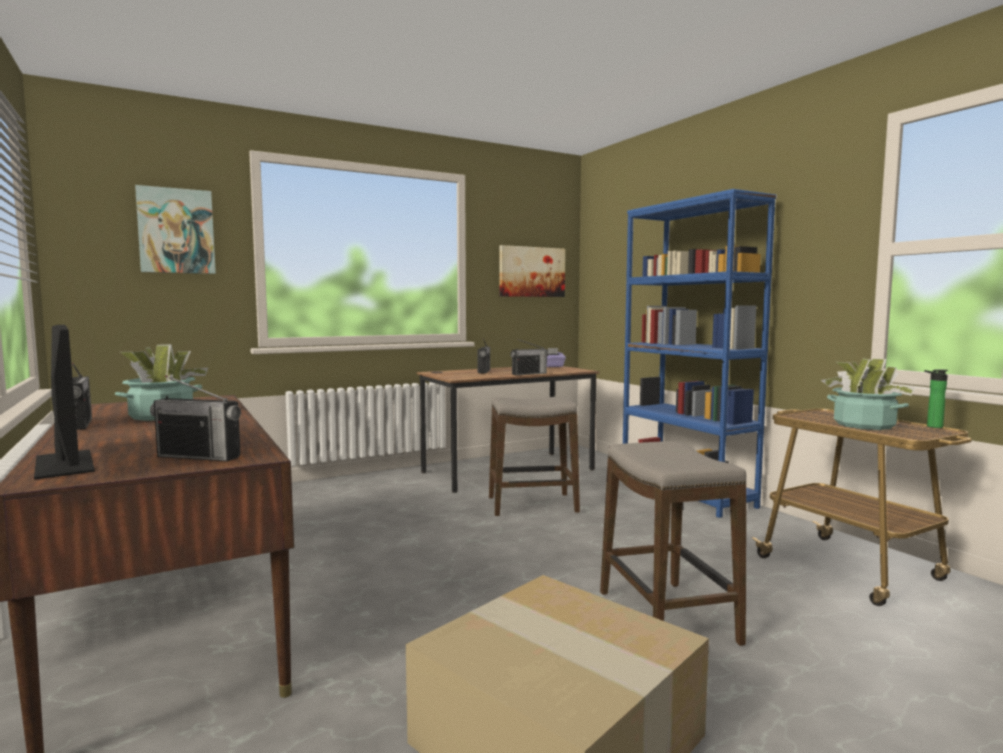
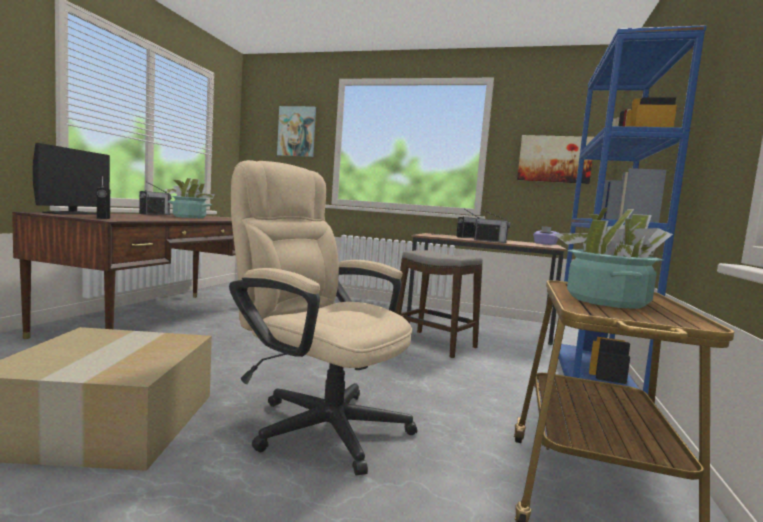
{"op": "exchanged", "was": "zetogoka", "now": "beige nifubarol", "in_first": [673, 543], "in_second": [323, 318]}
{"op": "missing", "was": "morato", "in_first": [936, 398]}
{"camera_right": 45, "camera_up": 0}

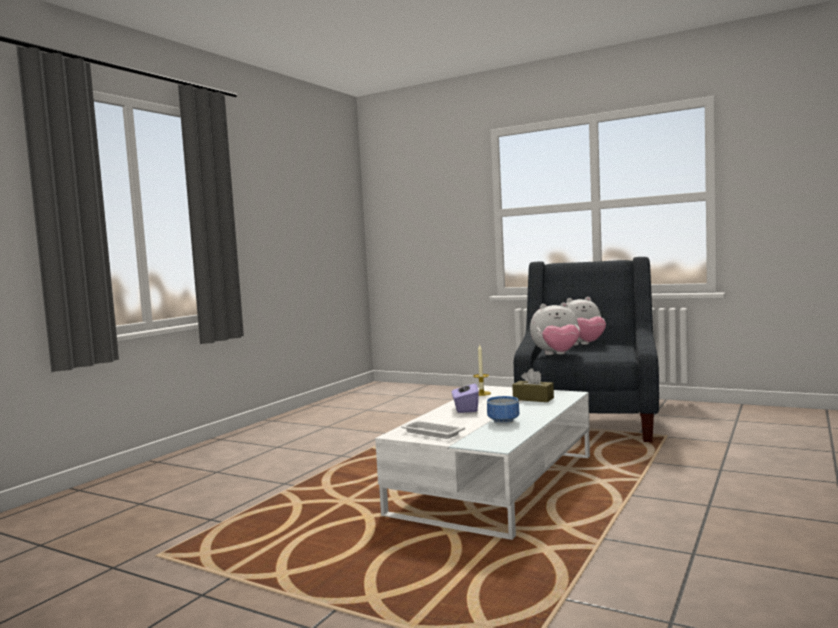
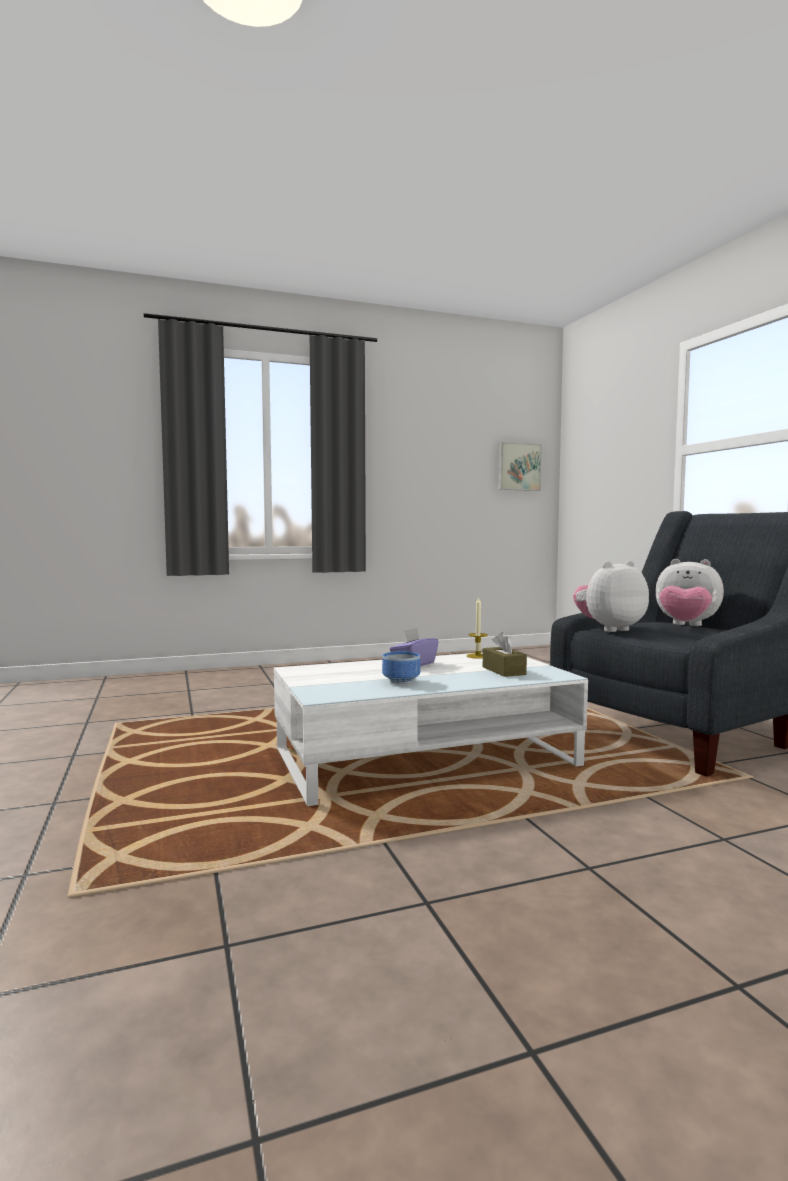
{"op": "appeared", "now": "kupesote", "in_second": [520, 466]}
{"op": "spun", "was": "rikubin", "in_first": [555, 329], "in_second": [611, 596], "clockwise": 120}
{"op": "missing", "was": "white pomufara", "in_first": [433, 430]}
{"camera_right": 40, "camera_up": 0}

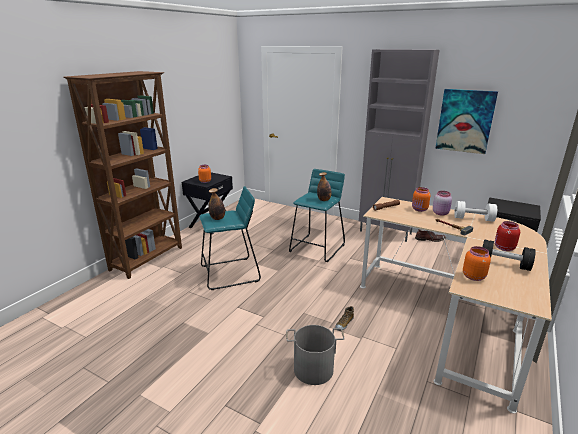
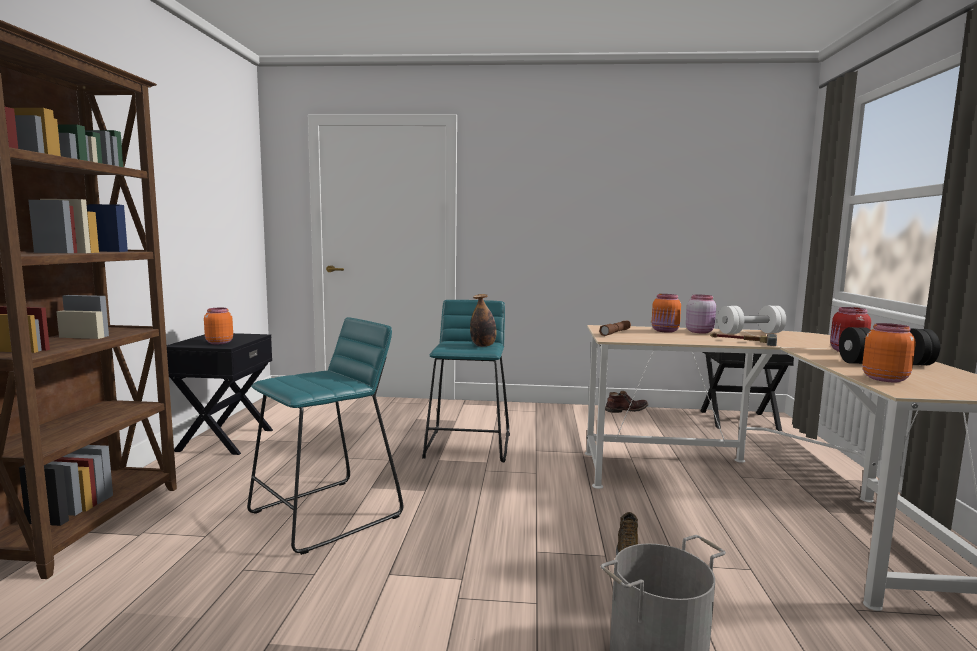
{"op": "missing", "was": "morato", "in_first": [216, 204]}
{"op": "missing", "was": "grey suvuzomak", "in_first": [399, 145]}
{"op": "missing", "was": "kupesote", "in_first": [466, 121]}
{"camera_right": -25, "camera_up": -15}

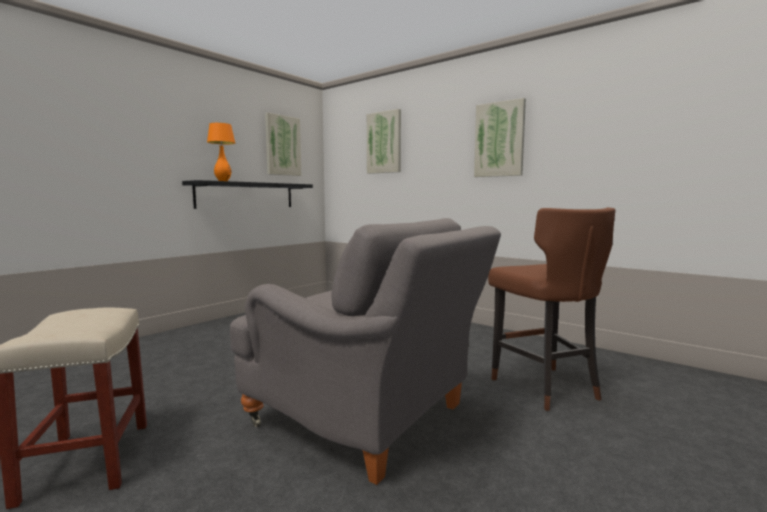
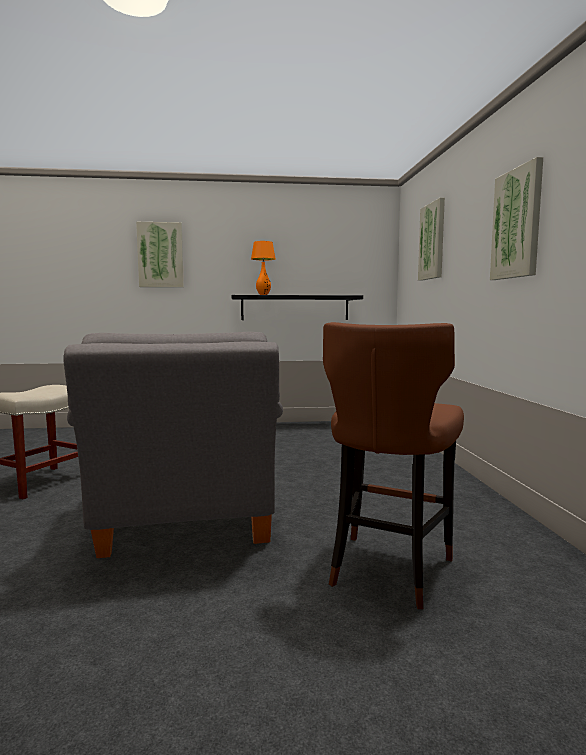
{"op": "relocated", "was": "kupesote", "in_first": [283, 144], "in_second": [160, 254]}
{"camera_right": 45, "camera_up": 0}

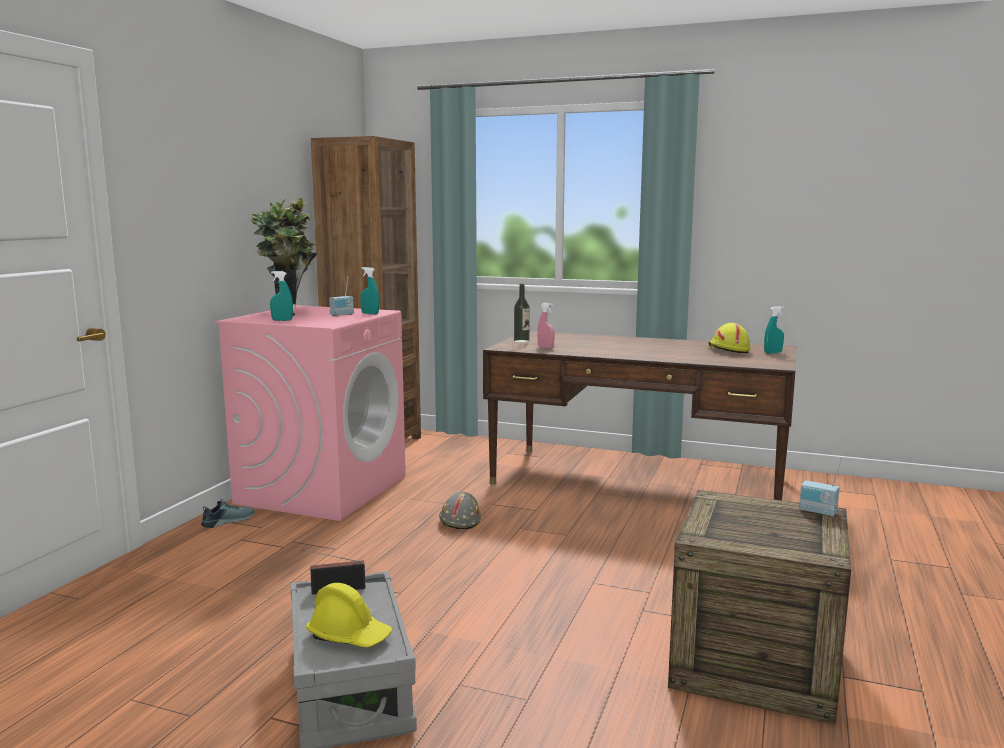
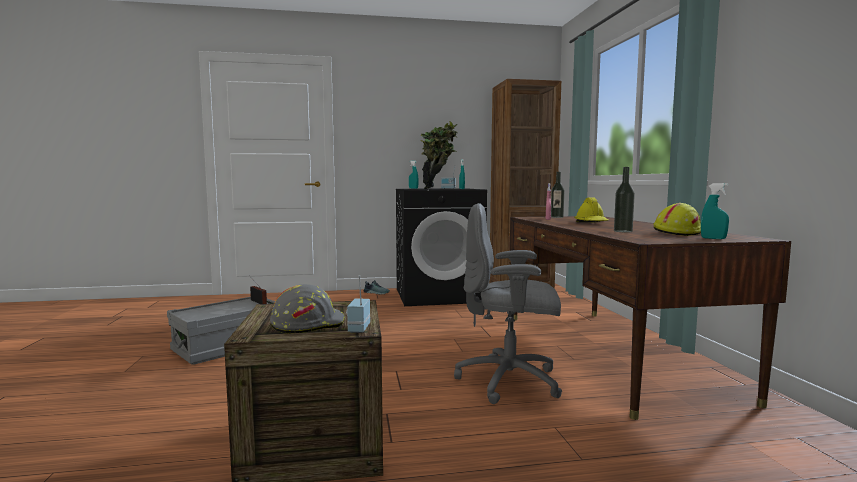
{"op": "relocated", "was": "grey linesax", "in_first": [460, 510], "in_second": [307, 309]}
{"op": "colour", "was": "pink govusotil", "now": "black govusotil", "in_first": [310, 413], "in_second": [441, 247]}
{"op": "appeared", "now": "grey nifubarol", "in_second": [508, 303]}
{"op": "relocated", "was": "yellow linesax", "in_first": [349, 615], "in_second": [591, 209]}
{"op": "appeared", "now": "morato", "in_second": [624, 199]}
{"camera_right": 60, "camera_up": -5}

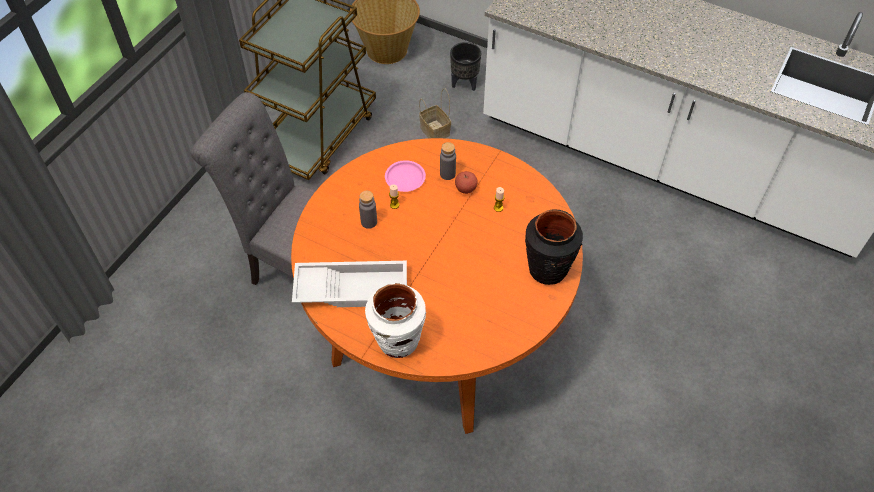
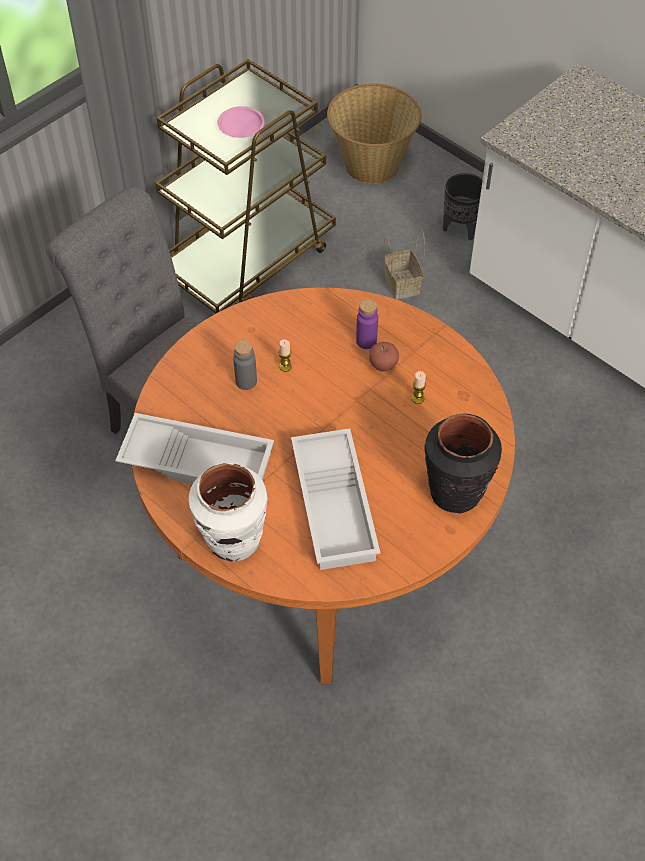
{"op": "relocated", "was": "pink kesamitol", "in_first": [405, 176], "in_second": [241, 122]}
{"op": "appeared", "now": "white pomufara", "in_second": [335, 499]}
{"op": "colour", "was": "grey morato", "now": "purple morato", "in_first": [448, 161], "in_second": [367, 324]}
{"camera_right": 15, "camera_up": 0}

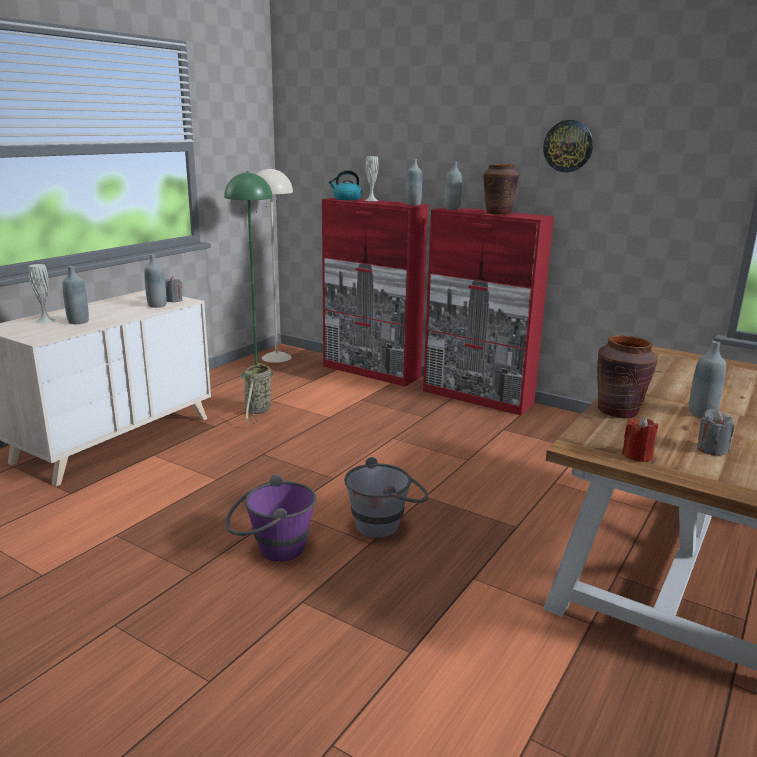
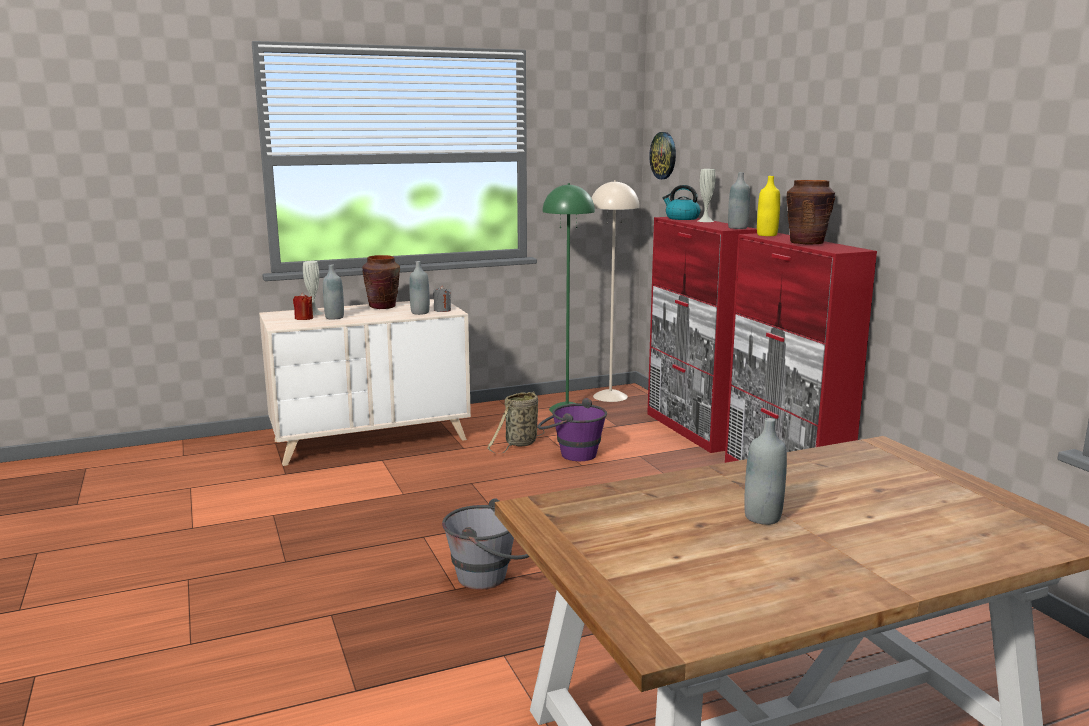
{"op": "relocated", "was": "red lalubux", "in_first": [640, 439], "in_second": [303, 306]}
{"op": "relocated", "was": "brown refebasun", "in_first": [627, 376], "in_second": [381, 282]}
{"op": "relocated", "was": "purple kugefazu", "in_first": [270, 518], "in_second": [572, 429]}
{"op": "relocated", "was": "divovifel", "in_first": [568, 146], "in_second": [662, 155]}
{"op": "colour", "was": "grey morato", "now": "yellow morato", "in_first": [453, 185], "in_second": [768, 206]}
{"op": "missing", "was": "grey lalubux", "in_first": [716, 432]}
{"camera_right": 35, "camera_up": -5}

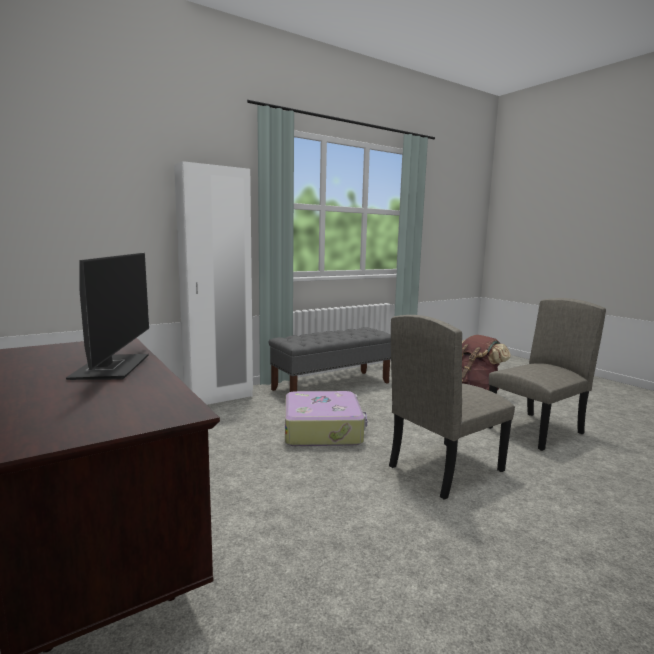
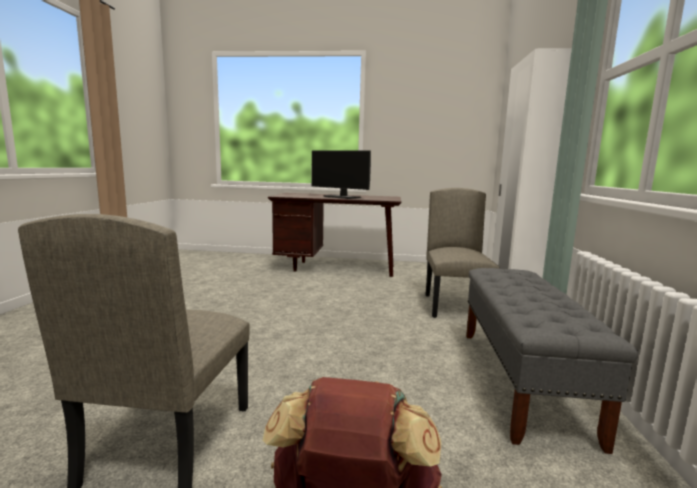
{"op": "relocated", "was": "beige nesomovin", "in_first": [452, 407], "in_second": [462, 253]}
{"op": "missing", "was": "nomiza", "in_first": [326, 418]}
{"camera_right": 130, "camera_up": 0}

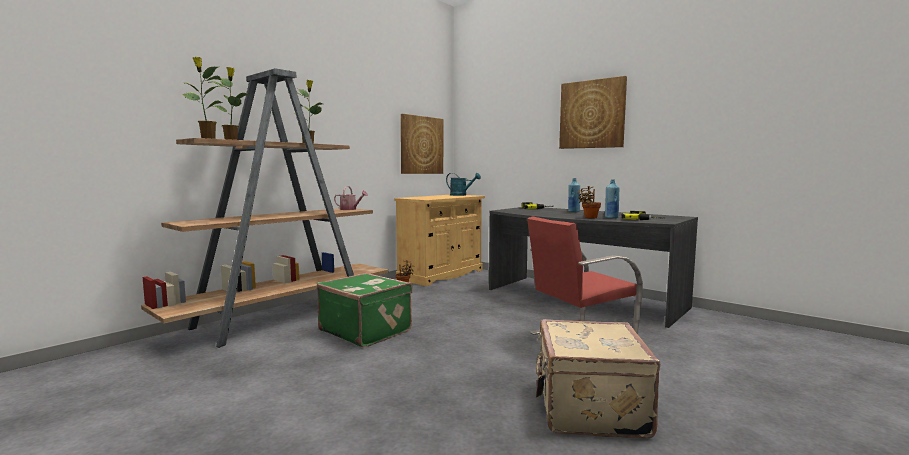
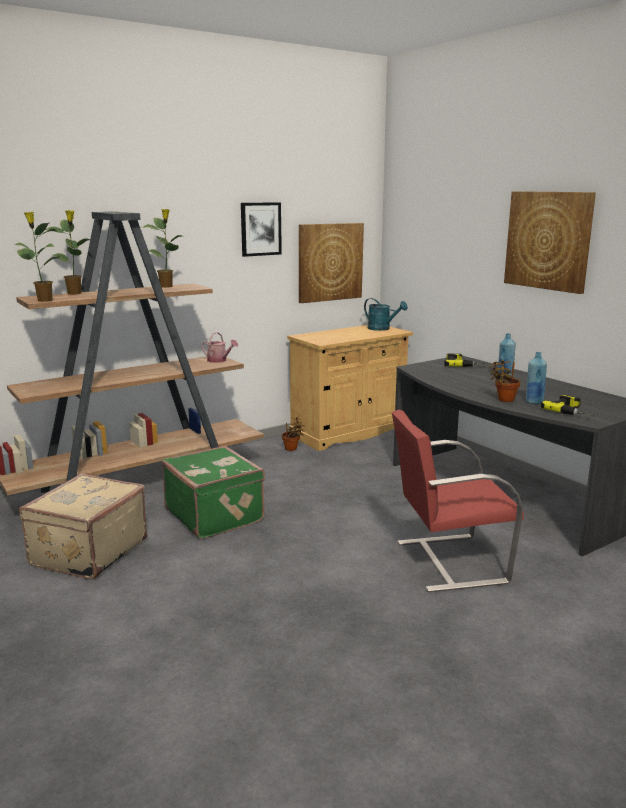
{"op": "relocated", "was": "beige nomiza", "in_first": [598, 379], "in_second": [83, 526]}
{"op": "appeared", "now": "kupesote", "in_second": [261, 229]}
{"camera_right": 15, "camera_up": 10}

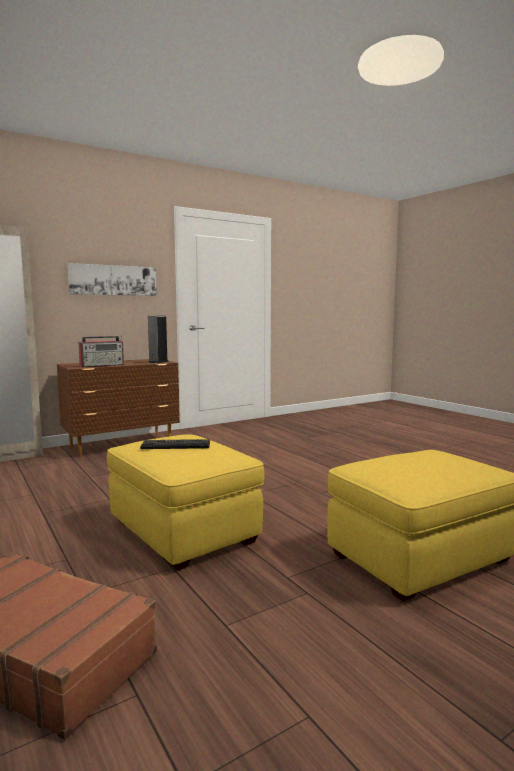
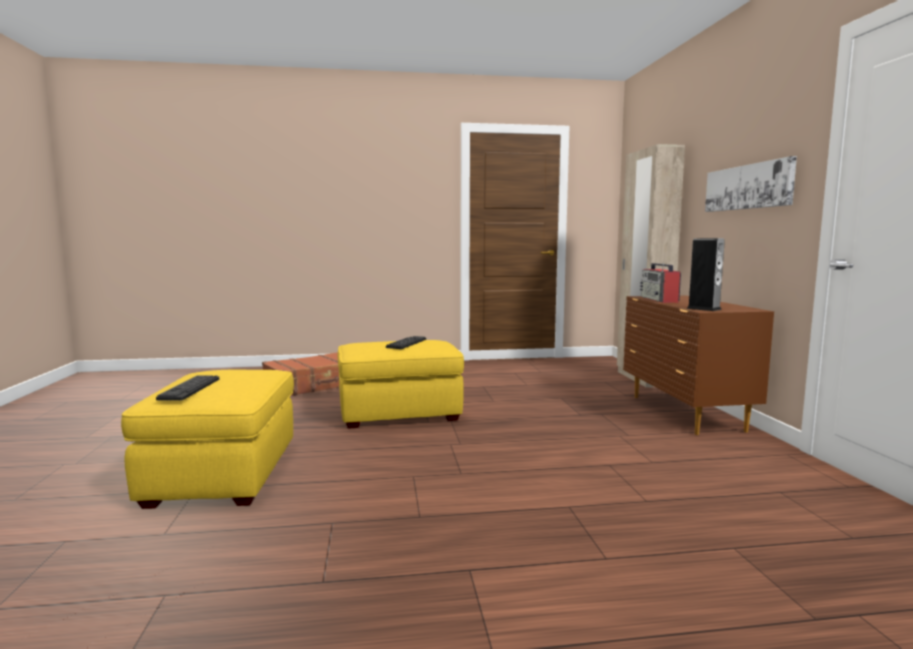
{"op": "appeared", "now": "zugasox", "in_second": [187, 387]}
{"camera_right": 115, "camera_up": 0}

